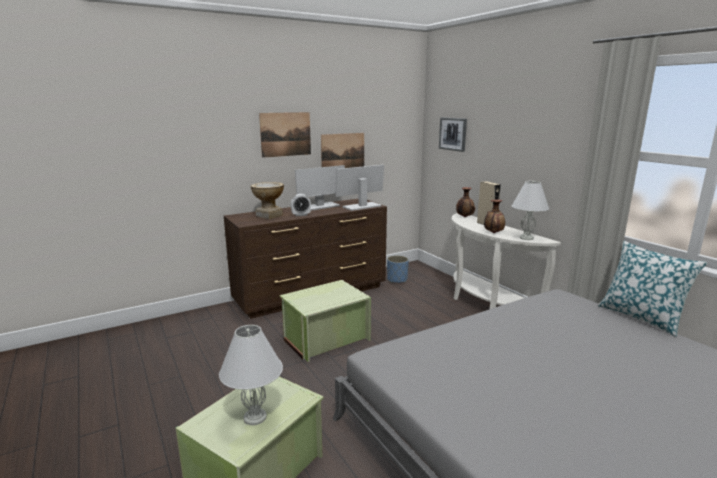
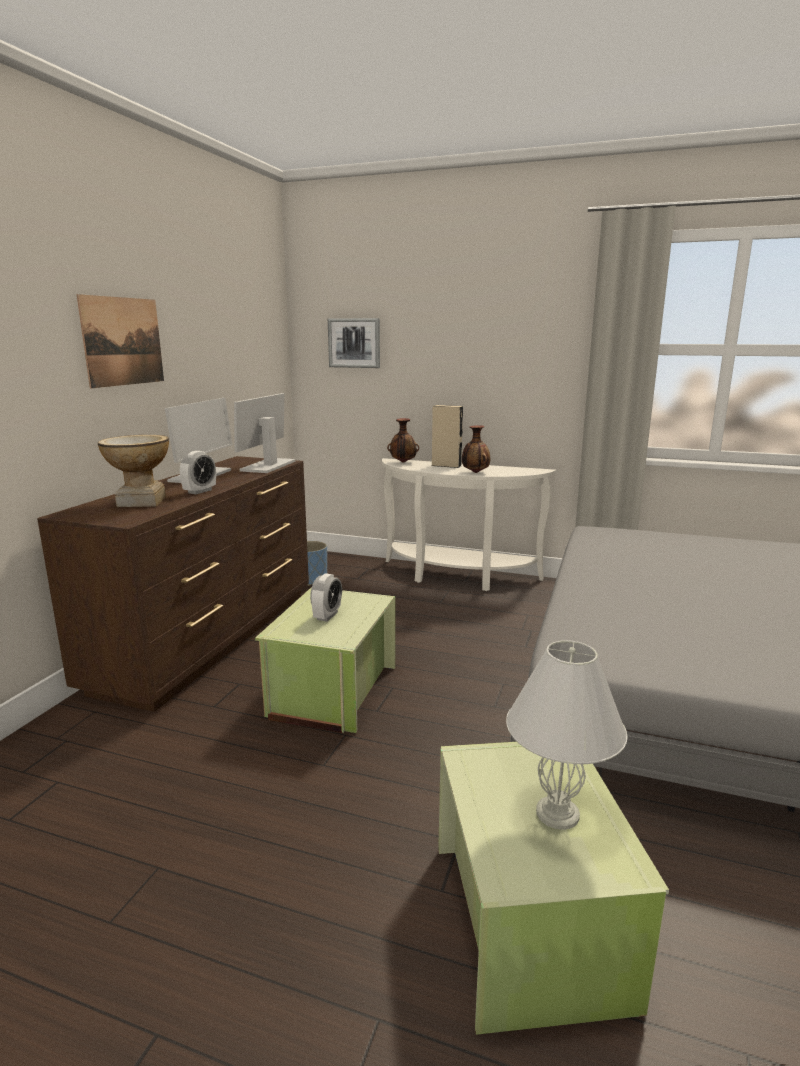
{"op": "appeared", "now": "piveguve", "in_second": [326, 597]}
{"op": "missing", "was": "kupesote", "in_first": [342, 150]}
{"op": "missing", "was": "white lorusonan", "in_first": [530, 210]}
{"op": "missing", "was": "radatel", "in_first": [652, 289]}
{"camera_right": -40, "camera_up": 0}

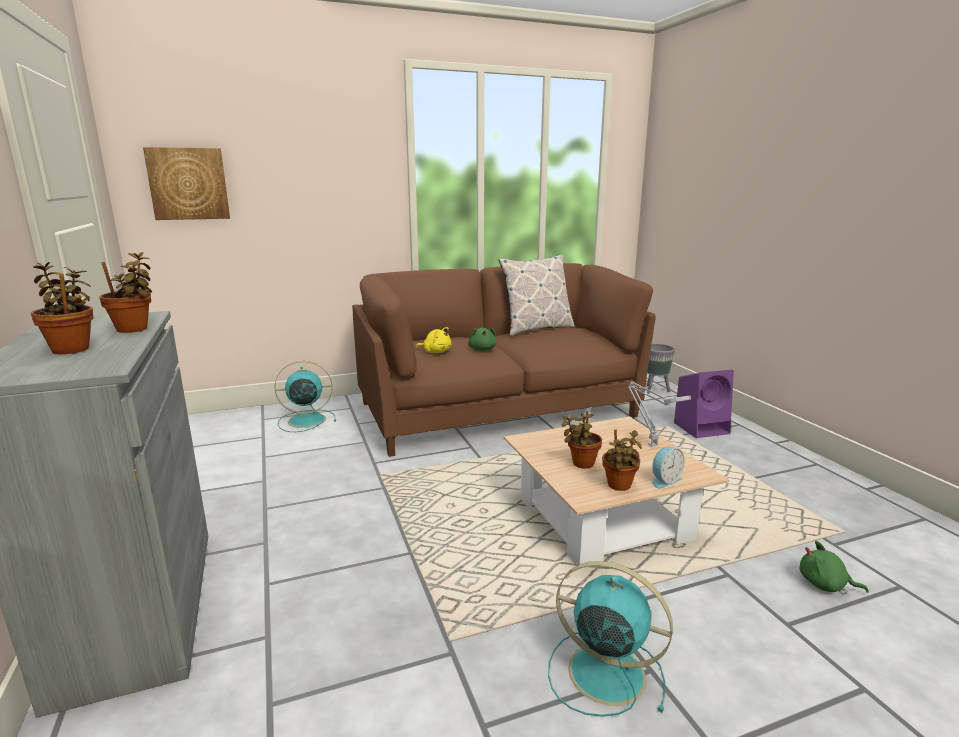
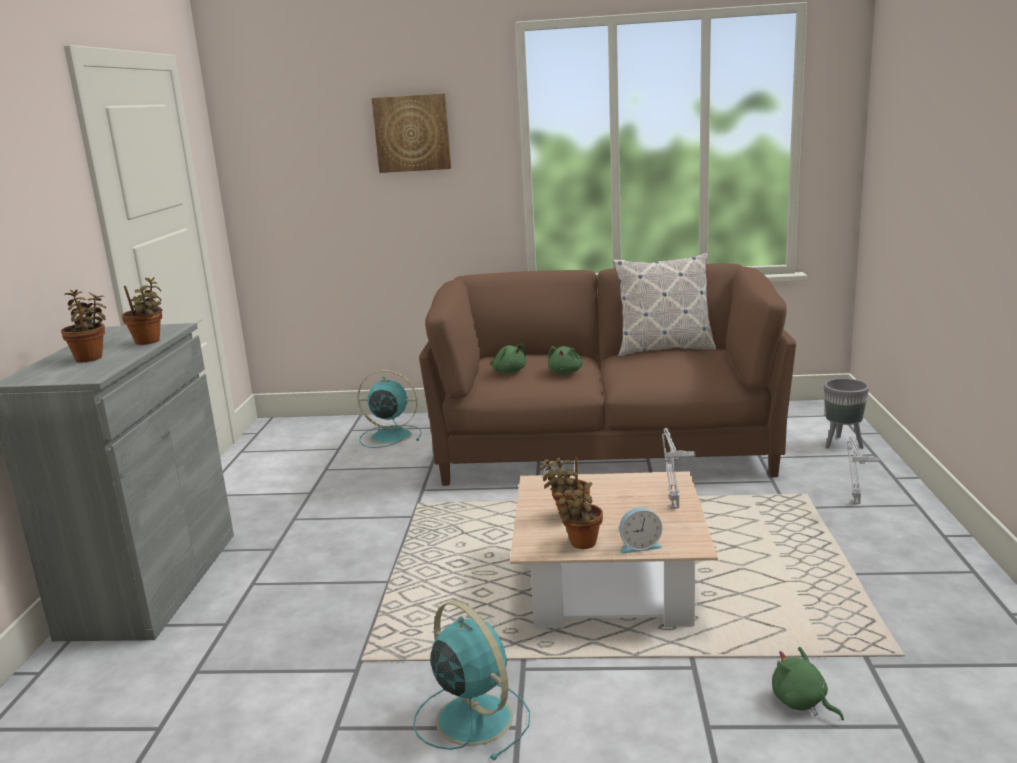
{"op": "relocated", "was": "kupesote", "in_first": [186, 183], "in_second": [411, 133]}
{"op": "colour", "was": "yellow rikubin", "now": "green rikubin", "in_first": [433, 340], "in_second": [509, 358]}
{"op": "exchanged", "was": "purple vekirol", "now": "grey lorusonan", "in_first": [704, 404], "in_second": [863, 470]}
{"camera_right": 25, "camera_up": 0}

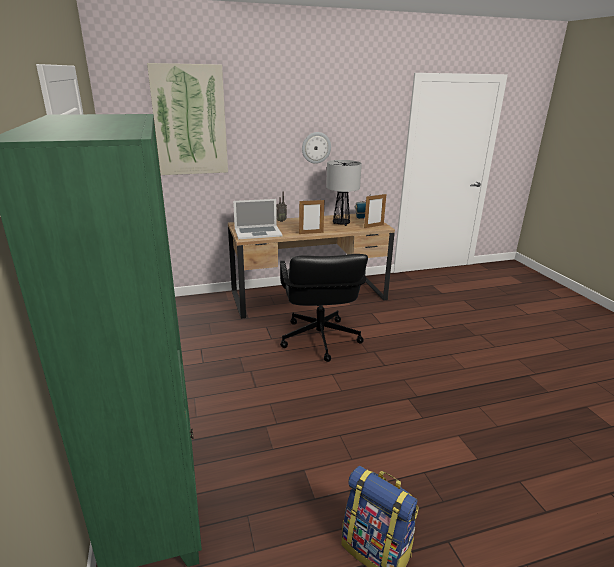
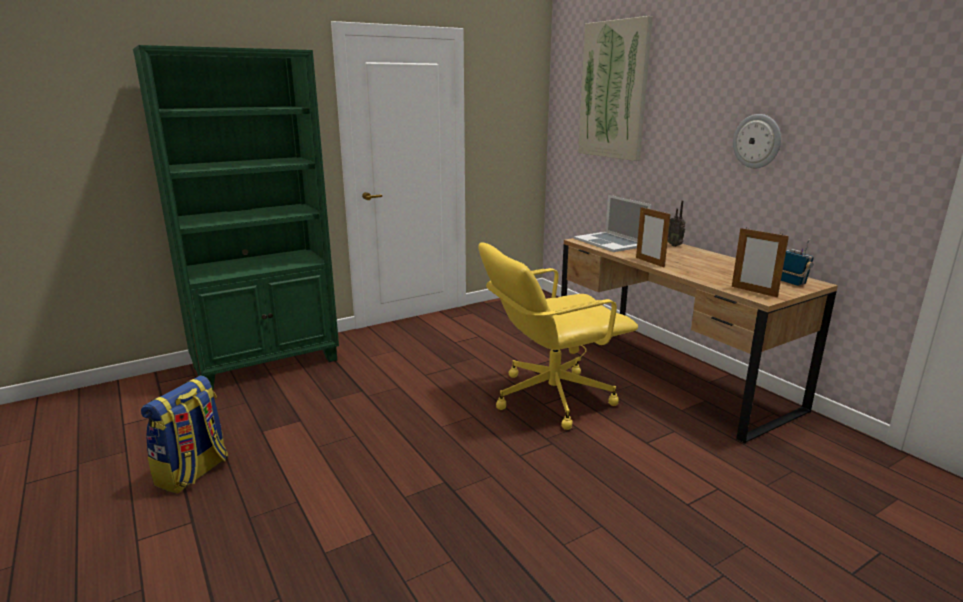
{"op": "colour", "was": "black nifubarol", "now": "yellow nifubarol", "in_first": [324, 308], "in_second": [558, 336]}
{"op": "missing", "was": "lorusonan", "in_first": [344, 193]}
{"camera_right": 75, "camera_up": -5}

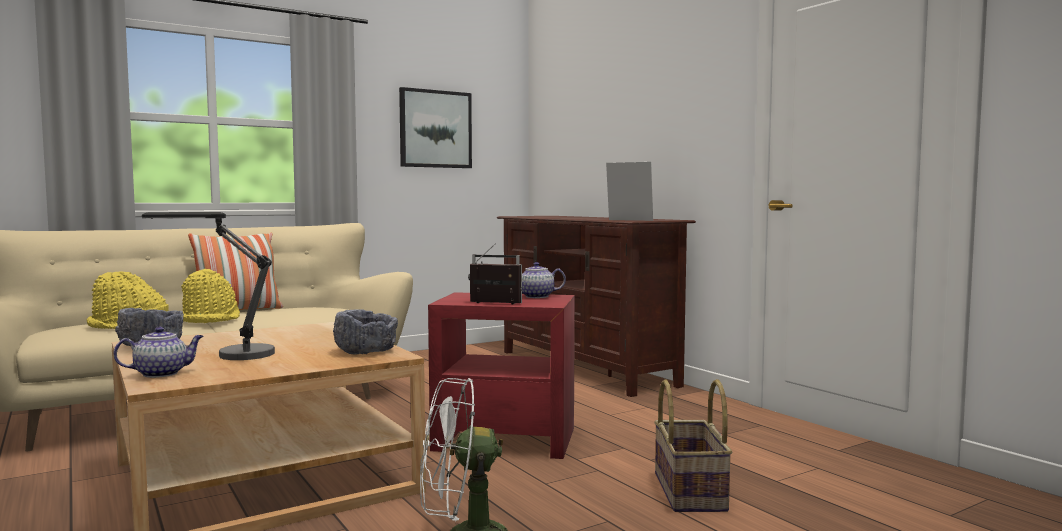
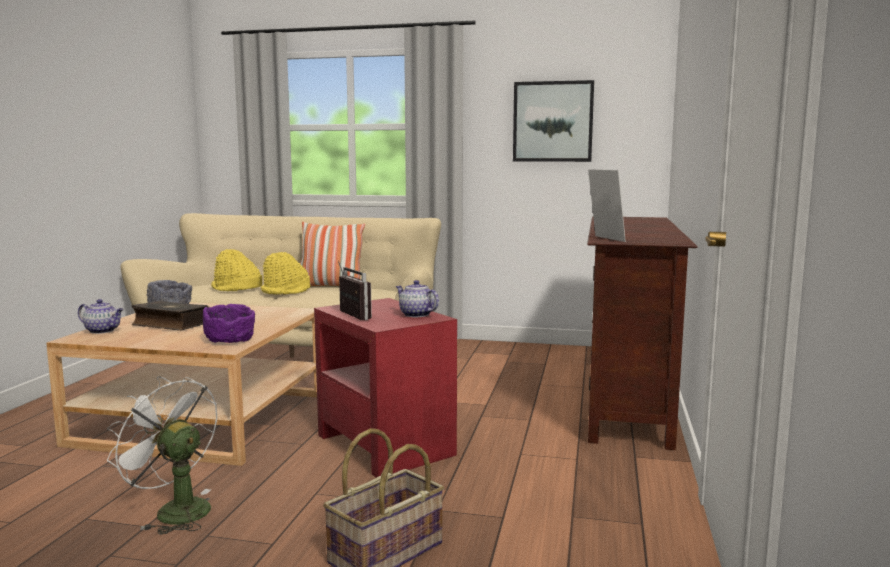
{"op": "exchanged", "was": "lorusonan", "now": "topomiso", "in_first": [208, 286], "in_second": [170, 315]}
{"op": "colour", "was": "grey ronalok", "now": "purple ronalok", "in_first": [365, 331], "in_second": [229, 323]}
{"camera_right": 45, "camera_up": 5}

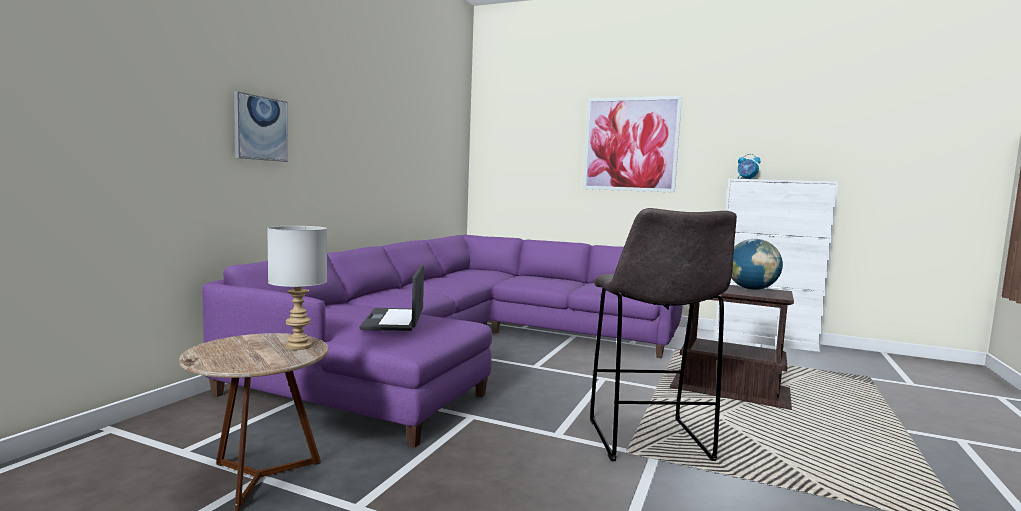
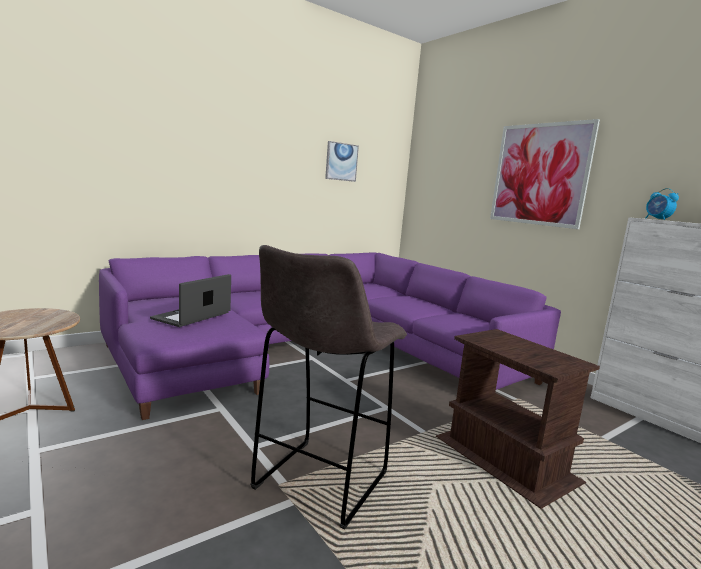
{"op": "relocated", "was": "kupesote", "in_first": [261, 126], "in_second": [342, 161]}
{"op": "missing", "was": "grey lorusonan", "in_first": [297, 288]}
{"op": "missing", "was": "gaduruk", "in_first": [757, 264]}
{"camera_right": 30, "camera_up": 5}

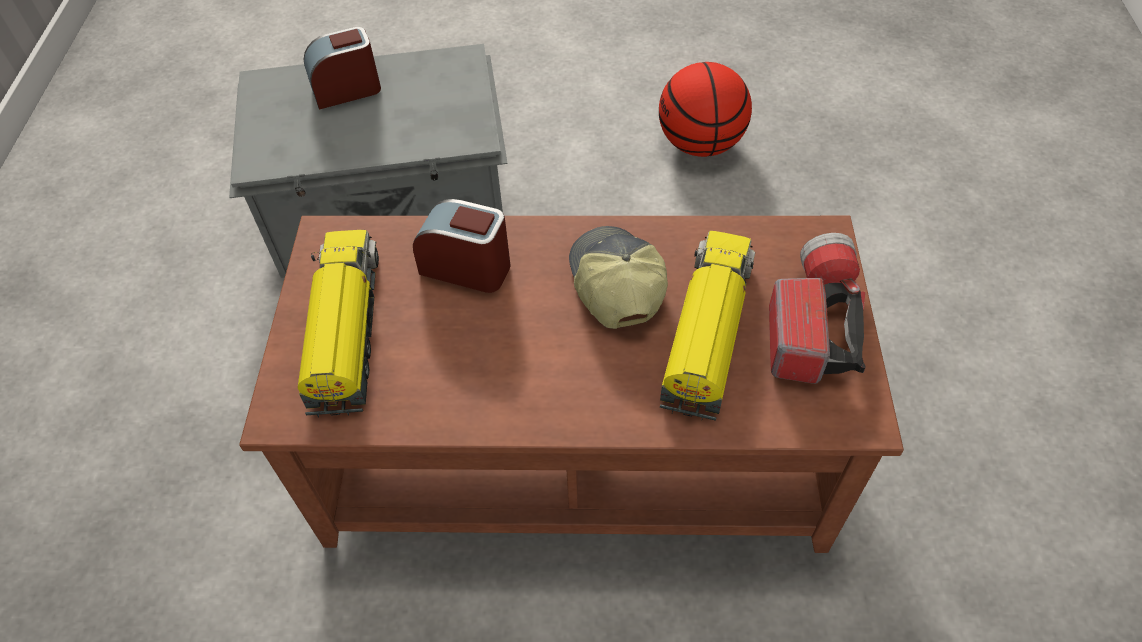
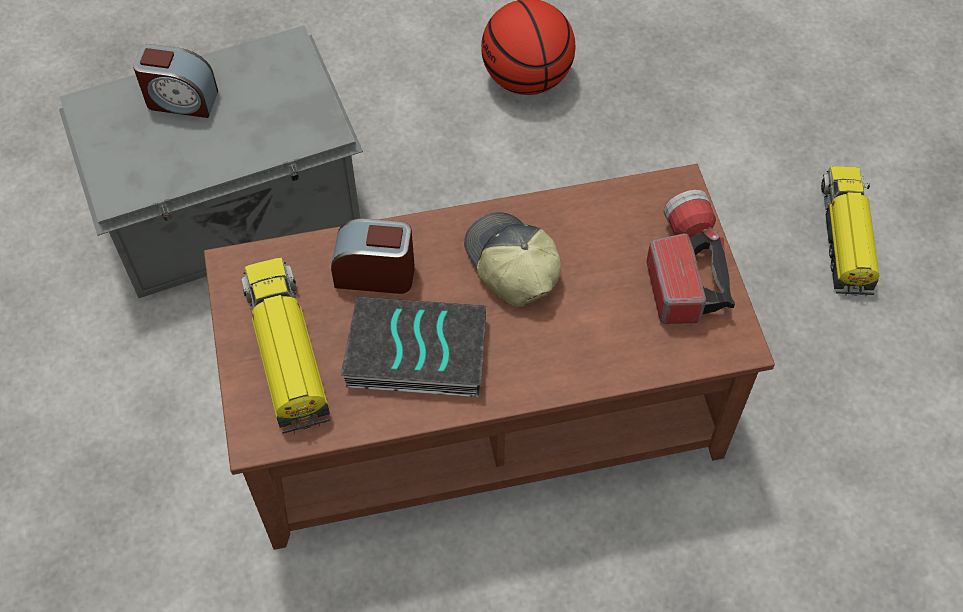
{"op": "spun", "was": "piveguve", "in_first": [342, 68], "in_second": [175, 81], "clockwise": -135}
{"op": "appeared", "now": "topomiso", "in_second": [413, 347]}
{"op": "relocated", "was": "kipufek", "in_first": [707, 326], "in_second": [850, 231]}
{"camera_right": -15, "camera_up": 5}

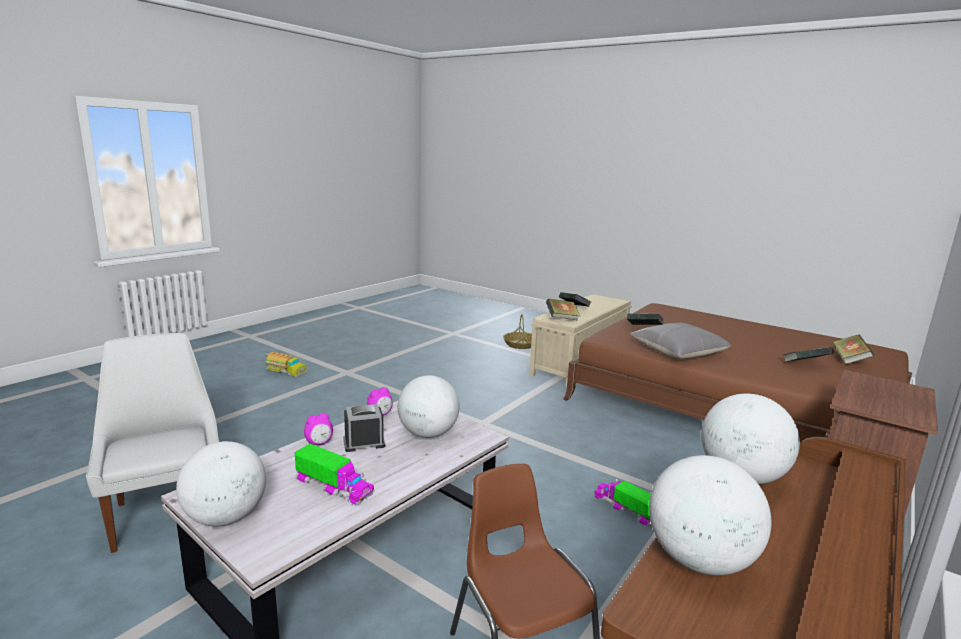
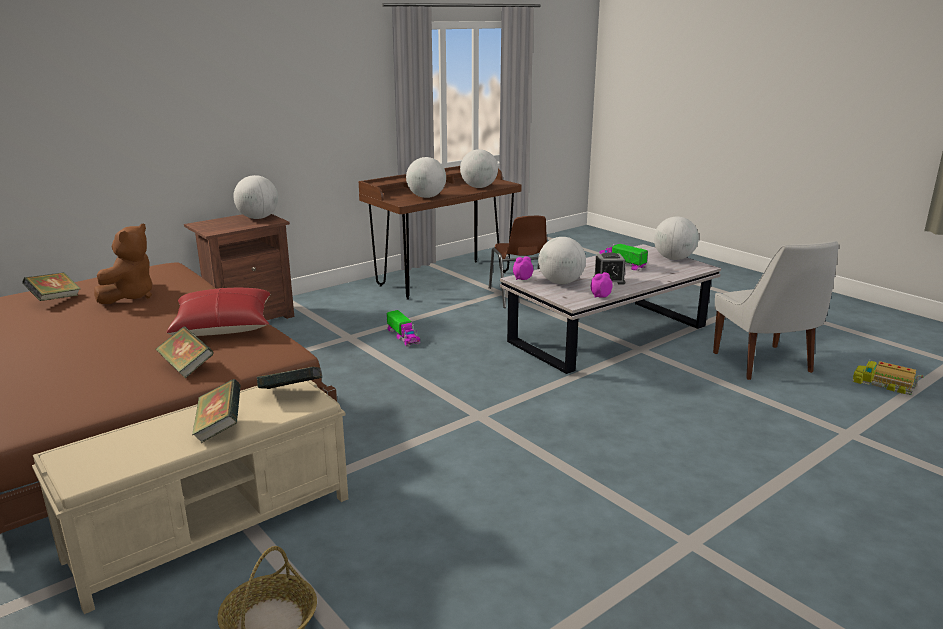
{"op": "exchanged", "was": "topomiso", "now": "brown rikubin", "in_first": [808, 355], "in_second": [123, 264]}
{"op": "colour", "was": "grey radatel", "now": "red radatel", "in_first": [680, 341], "in_second": [218, 312]}
{"op": "appeared", "now": "gaduruk", "in_second": [255, 197]}
{"op": "relocated", "was": "piveguve", "in_first": [318, 429], "in_second": [523, 268]}
{"op": "relocated", "was": "kipufek", "in_first": [286, 364], "in_second": [888, 377]}
{"camera_right": -165, "camera_up": 5}

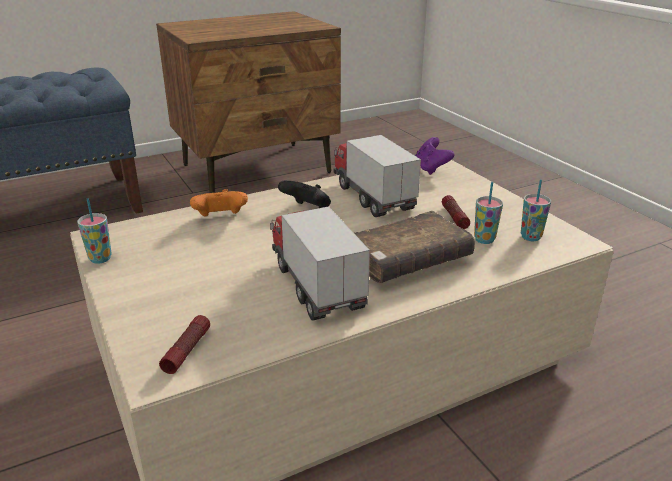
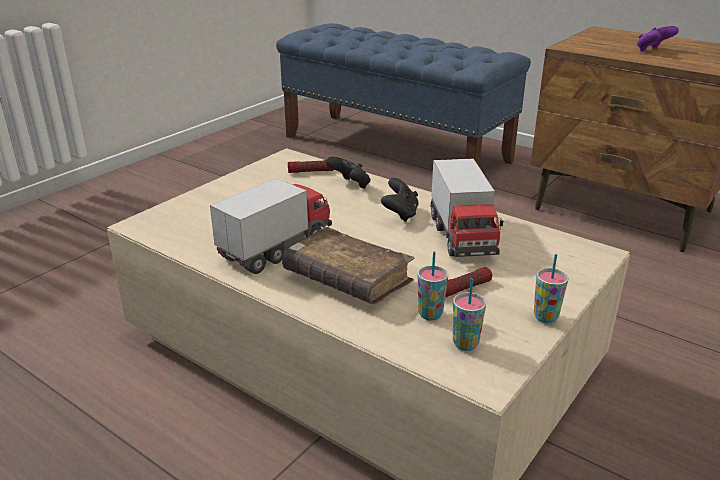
{"op": "relocated", "was": "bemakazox", "in_first": [184, 344], "in_second": [311, 166]}
{"op": "colour", "was": "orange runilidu", "now": "black runilidu", "in_first": [219, 203], "in_second": [348, 172]}
{"op": "spun", "was": "kipufek", "in_first": [377, 176], "in_second": [466, 207], "clockwise": 135}
{"op": "relocated", "was": "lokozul", "in_first": [94, 231], "in_second": [551, 288]}
{"op": "relocated", "was": "purple runilidu", "in_first": [435, 156], "in_second": [658, 39]}
{"camera_right": 65, "camera_up": 0}

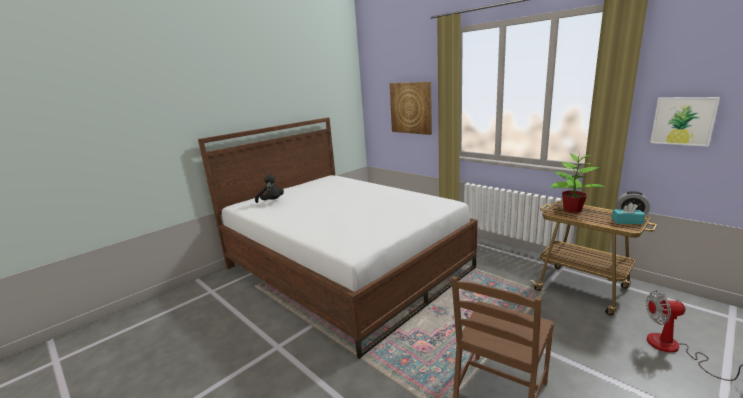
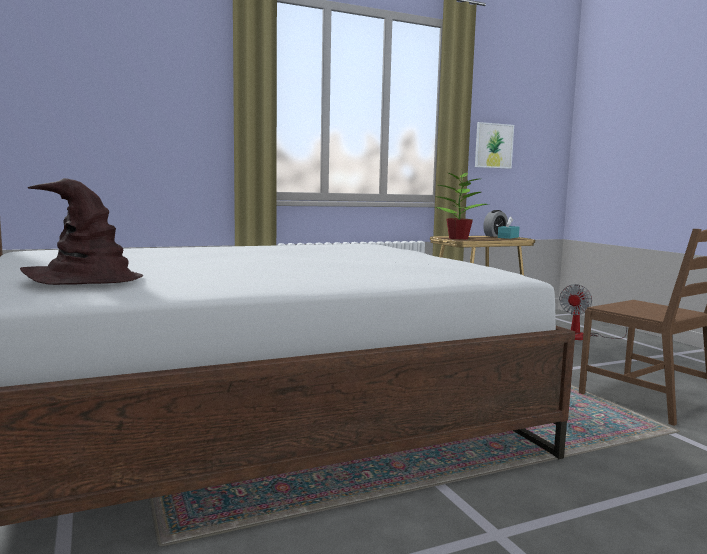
{"op": "exchanged", "was": "black rikubin", "now": "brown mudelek", "in_first": [269, 189], "in_second": [81, 231]}
{"op": "missing", "was": "kupesote", "in_first": [411, 108]}
{"camera_right": -70, "camera_up": -10}

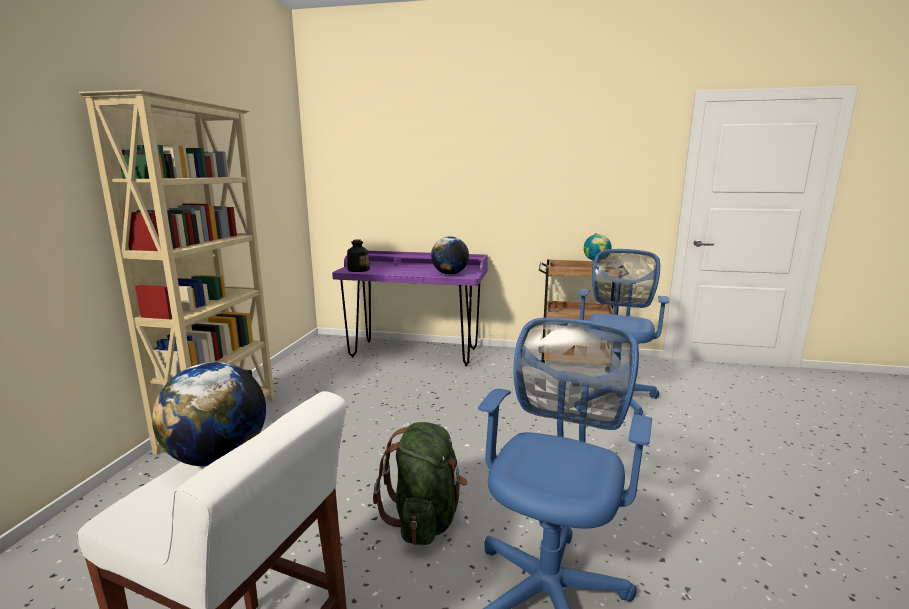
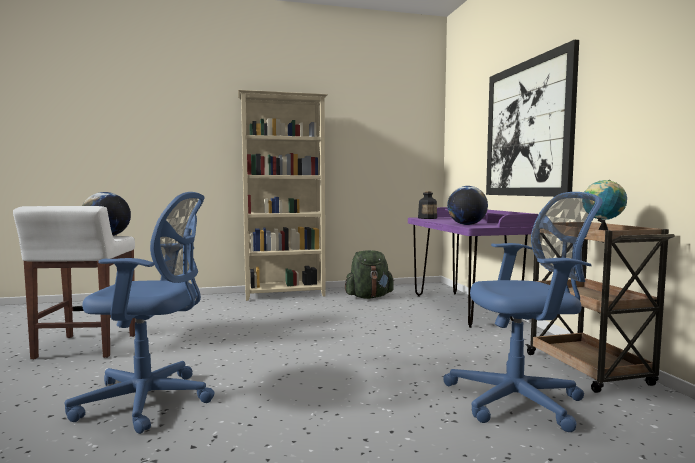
{"op": "relocated", "was": "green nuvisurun", "in_first": [420, 483], "in_second": [369, 274]}
{"op": "appeared", "now": "kupesote", "in_second": [532, 118]}
{"camera_right": 65, "camera_up": -10}

